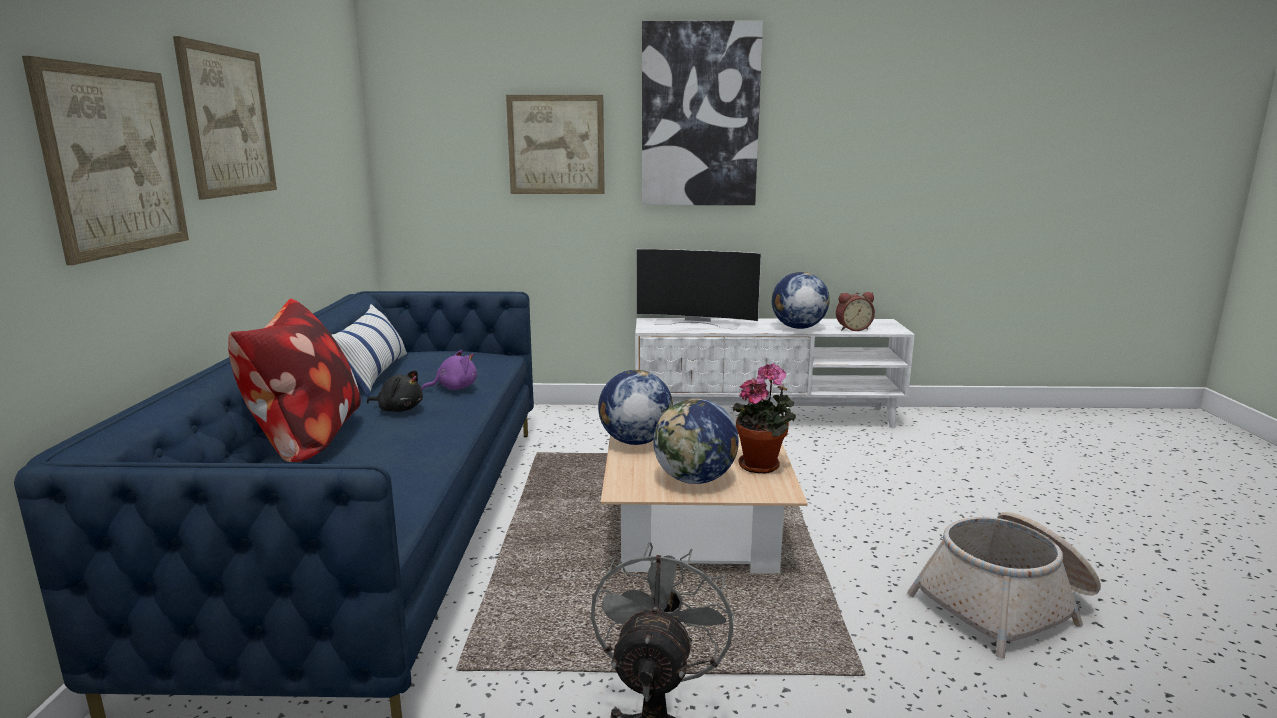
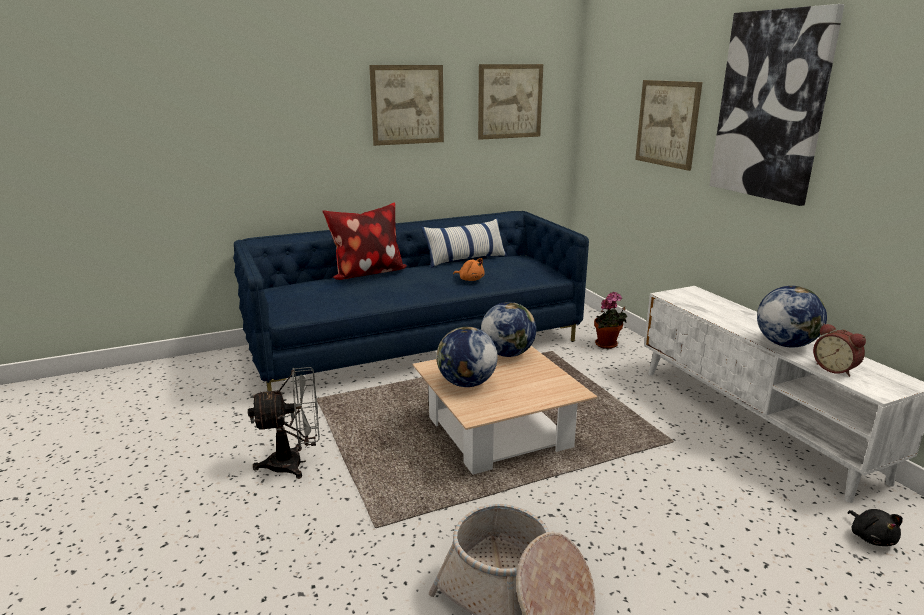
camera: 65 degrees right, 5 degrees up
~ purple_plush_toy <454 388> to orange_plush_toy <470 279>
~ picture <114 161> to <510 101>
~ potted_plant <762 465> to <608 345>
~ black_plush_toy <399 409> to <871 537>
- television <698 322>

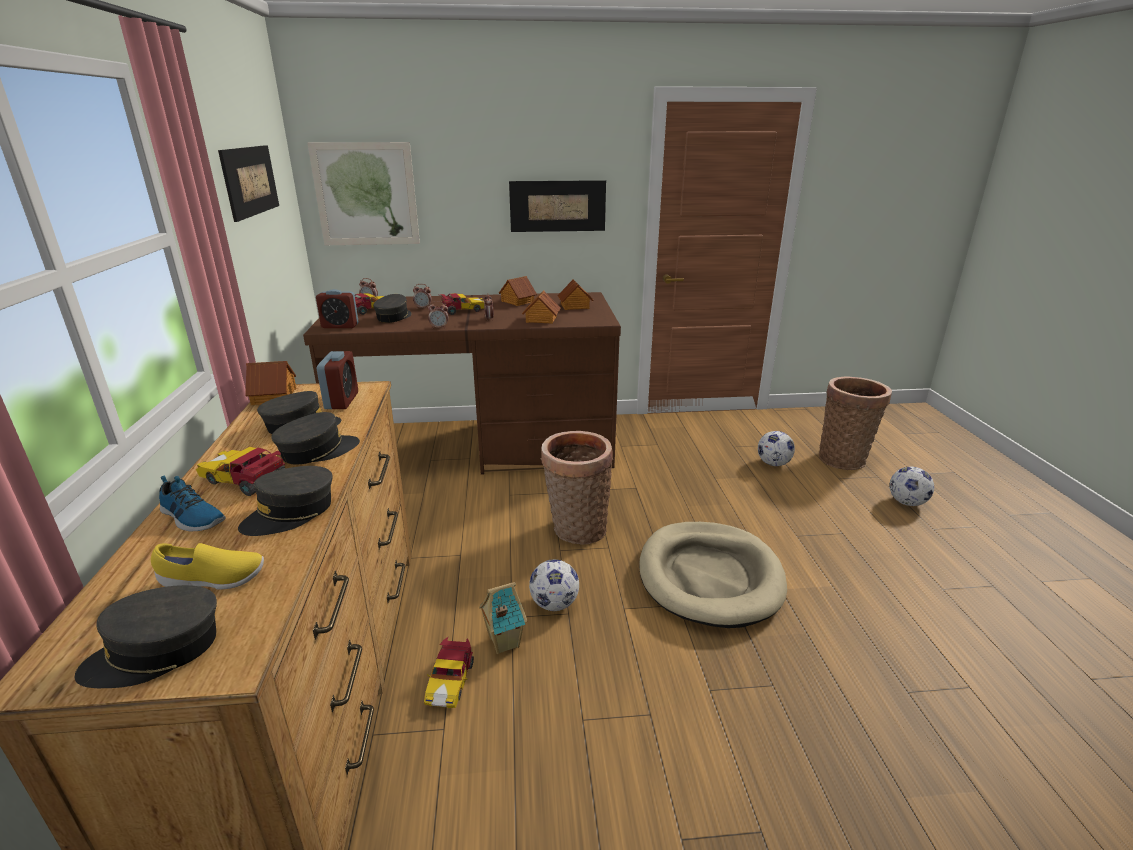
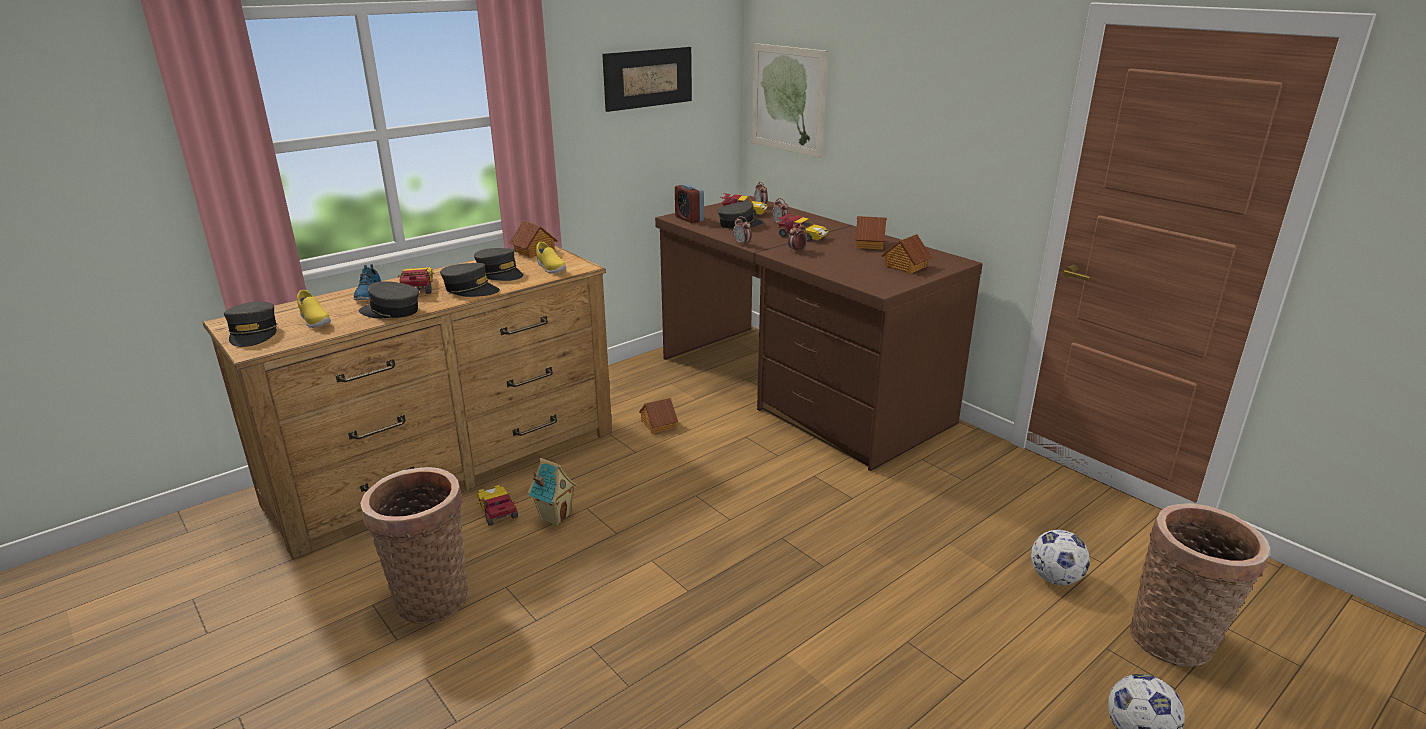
camera: 55 degrees right, 0 degrees up
~ grey_cap <156 651> = <253 333> 135 degrees counterclockwise
~ basket <576 529> to <430 596>
~ toy_car <450 681> = <497 511> 90 degrees clockwise
~ alarm_clock <342 401> to yellow_shoe <550 268>
~ toy_house <541 319> to <658 424>
- picture <557 206>
- football <554 604>
- beige_dog_bed <709 577>

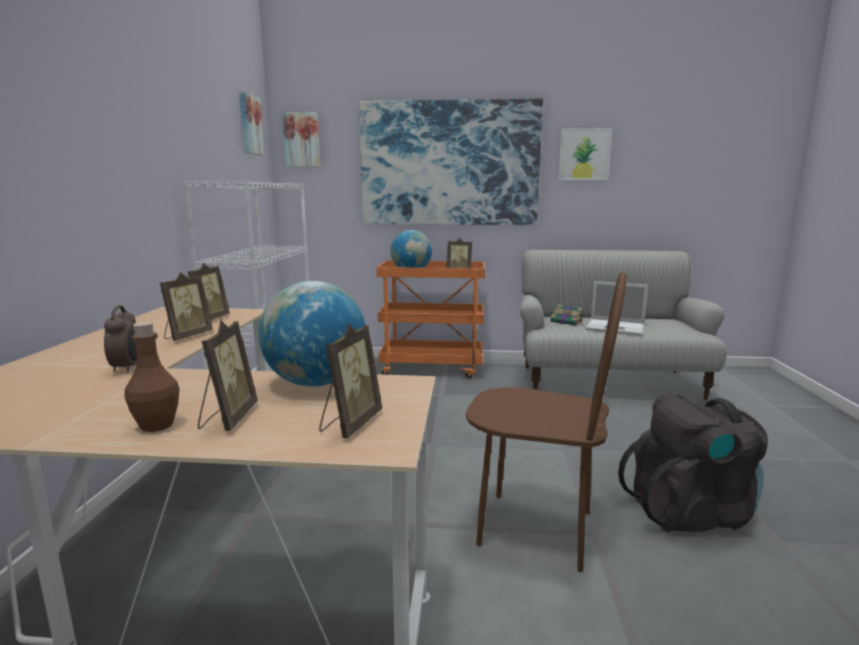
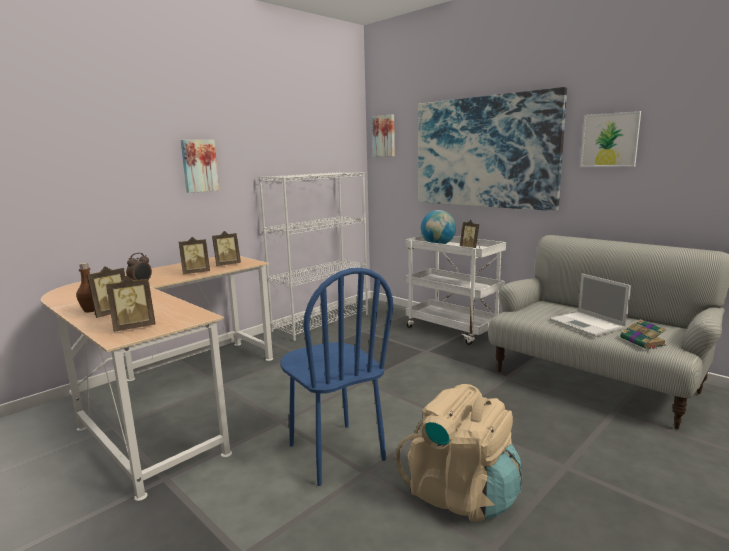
camera: 40 degrees right, 0 degrees up
~ picture <249 124> to <199 166>
~ brown_chair <535 528> to blue_chair <335 452>
~ black_backpack <690 511> to beige_backpack <461 494>
~ orange_cart <433 368> to white_cart <453 330>
~ book <567 322> to <643 342>
- globe <316 383>

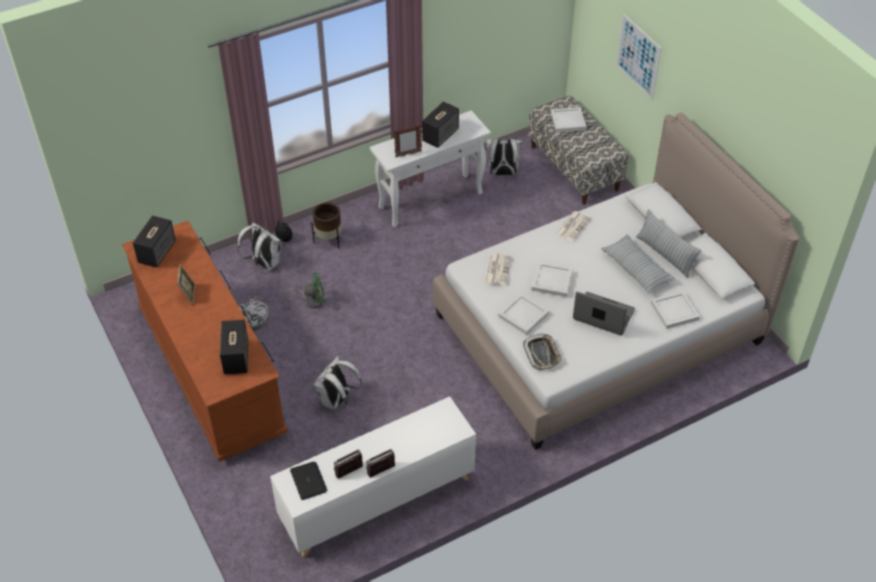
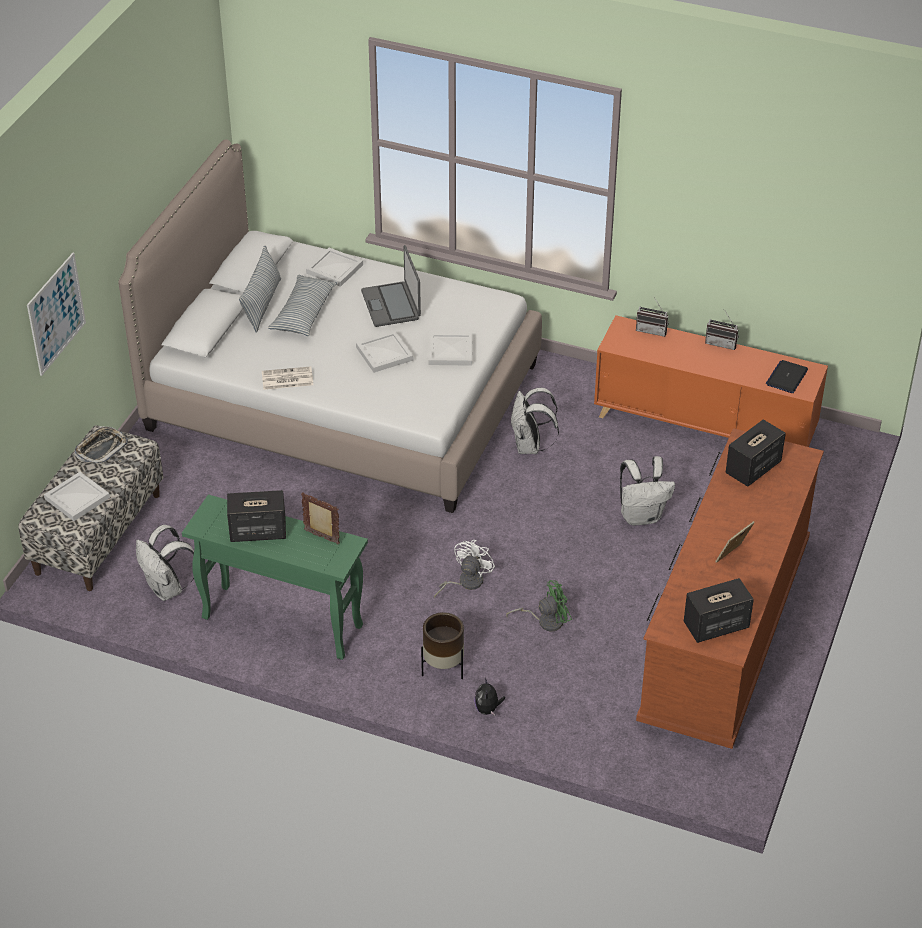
camera: 130 degrees left, 5 degrees down
~ tray <542 354> to <101 448>
~ white_console_table <431 200> to green_console_table <280 622>
~ white_fan <255 321> to <465 582>
~ green_fan <311 300> = <545 621> 120 degrees clockwise
~ white_backpack <264 263> to <530 446>
~ white_cabinet <377 500> to orange_cabinet <705 426>
~ radio <350 473> to <652 330>
- newspaper <497 269>

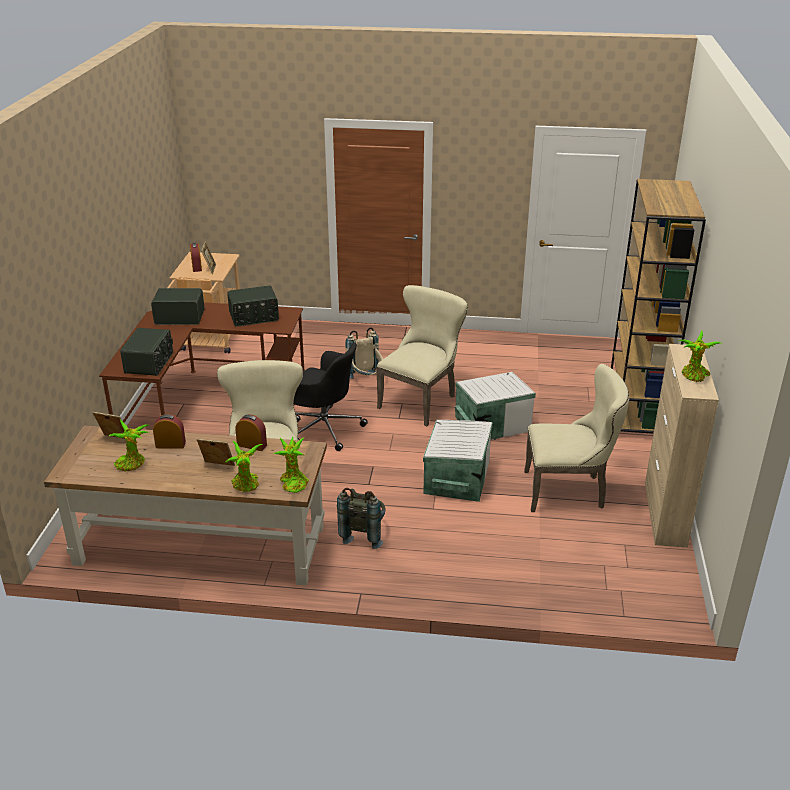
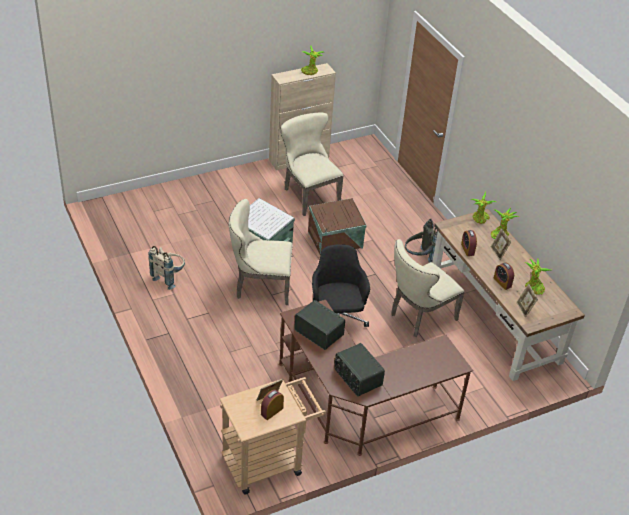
camera: 125 degrees left, 10 degrees up
~ beige_backpack <366 381> to <169 277>
~ white_storage_box <455 478> to brown_storage_box <336 240>
- radio <150 363>
- brown_bookcase <636 413>

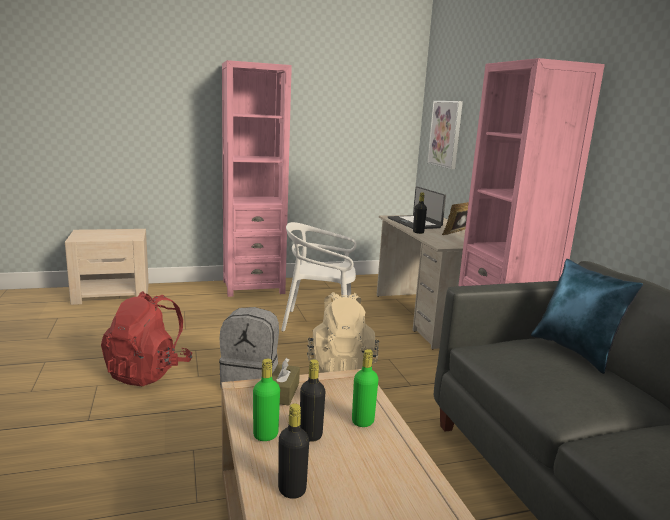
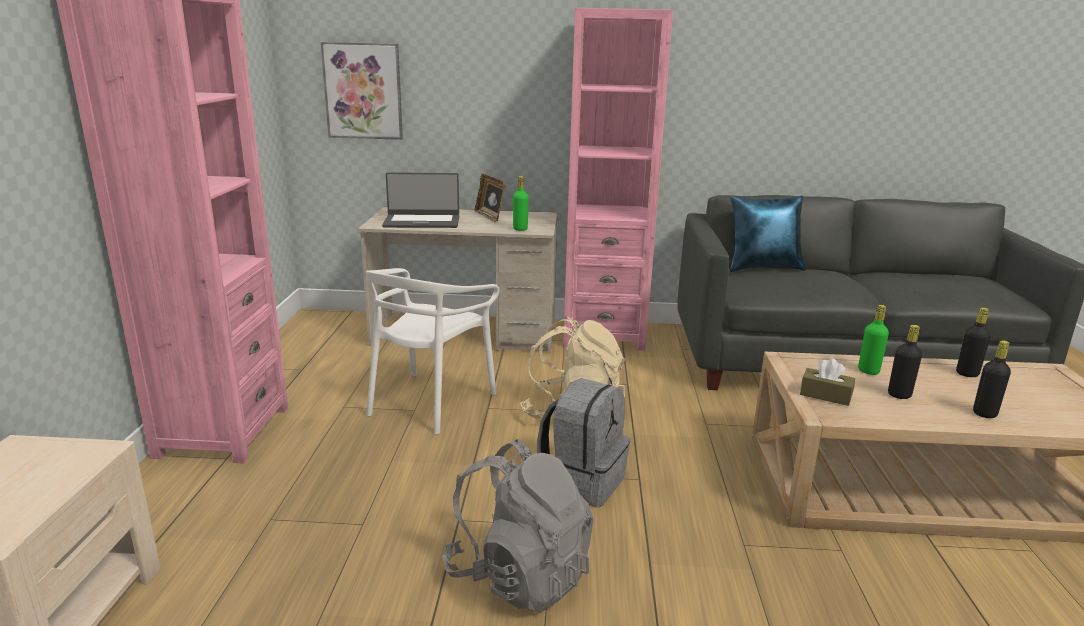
camera: 70 degrees left, 5 degrees up
~ red_backpack <148 372> to grey_backpack <519 575>
~ green_bottle <265 435> to <520 229>
~ black_bottle <418 232> to <967 374>

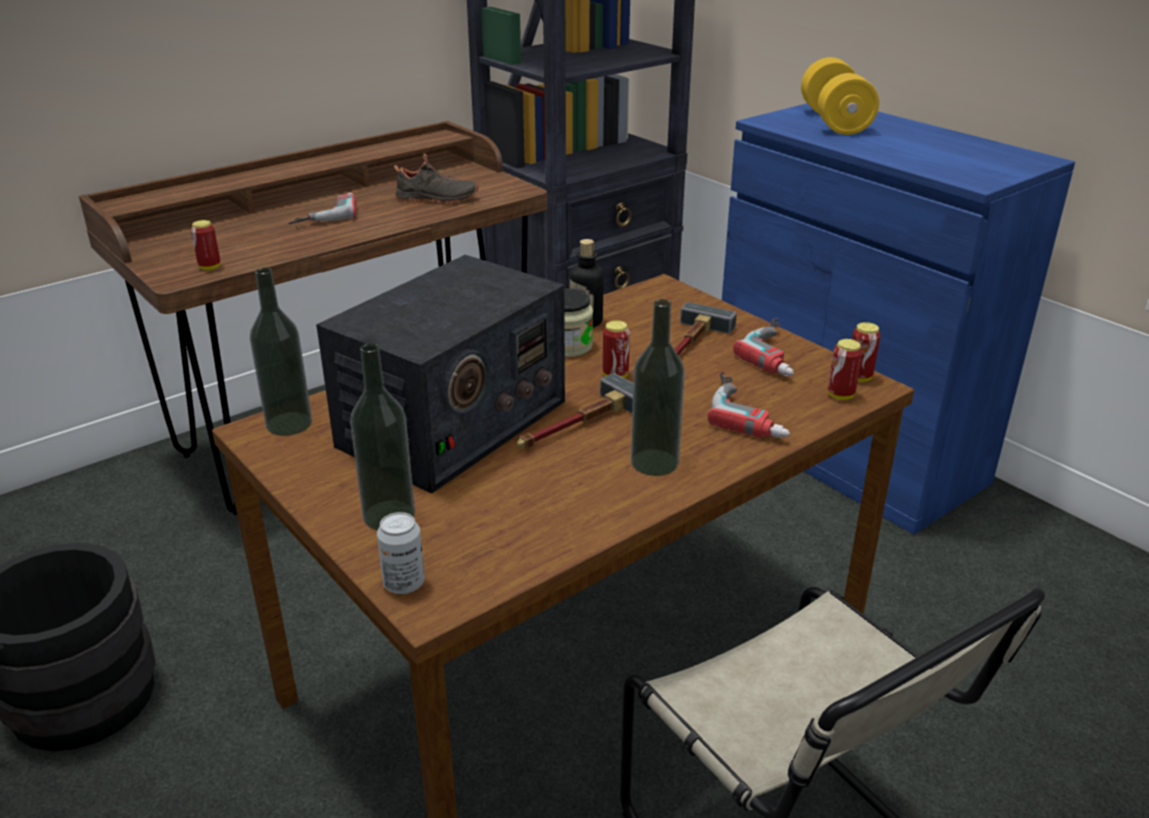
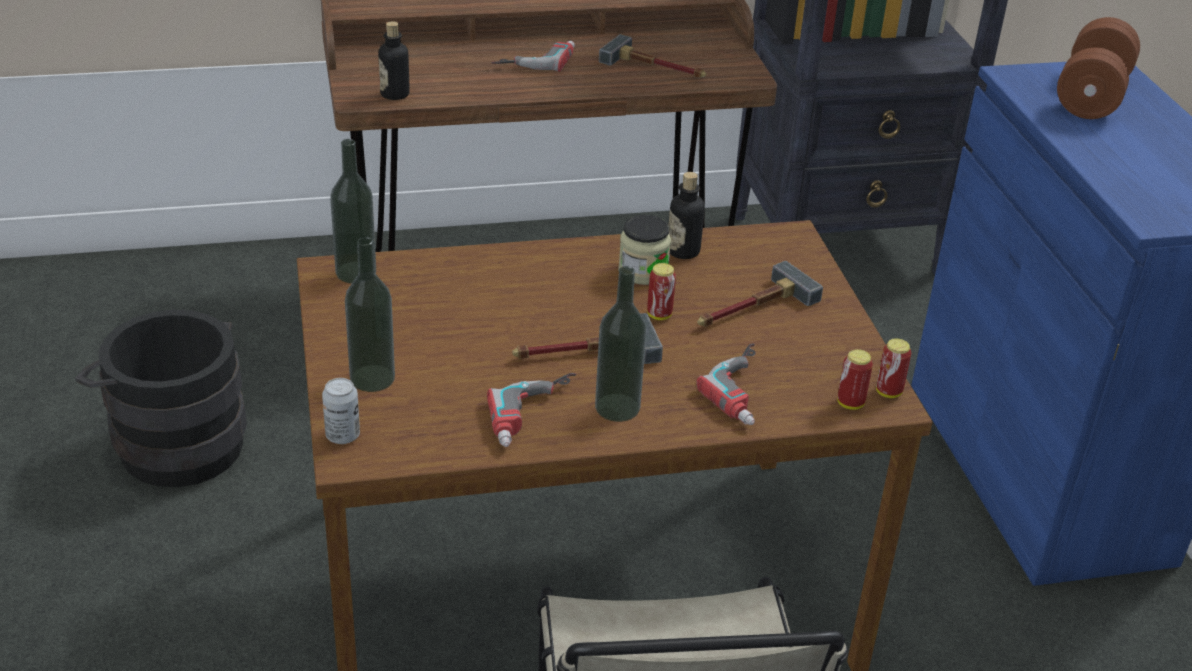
camera: 25 degrees right, 5 degrees up
~ can <210 267> to bottle <395 94>
~ power_drill <780 353> to <537 416>
~ black_shoe <436 199> to hammer <656 68>
~ yellow_dumbbell <835 121> to brown_dumbbell <1091 96>
- radio <452 424>

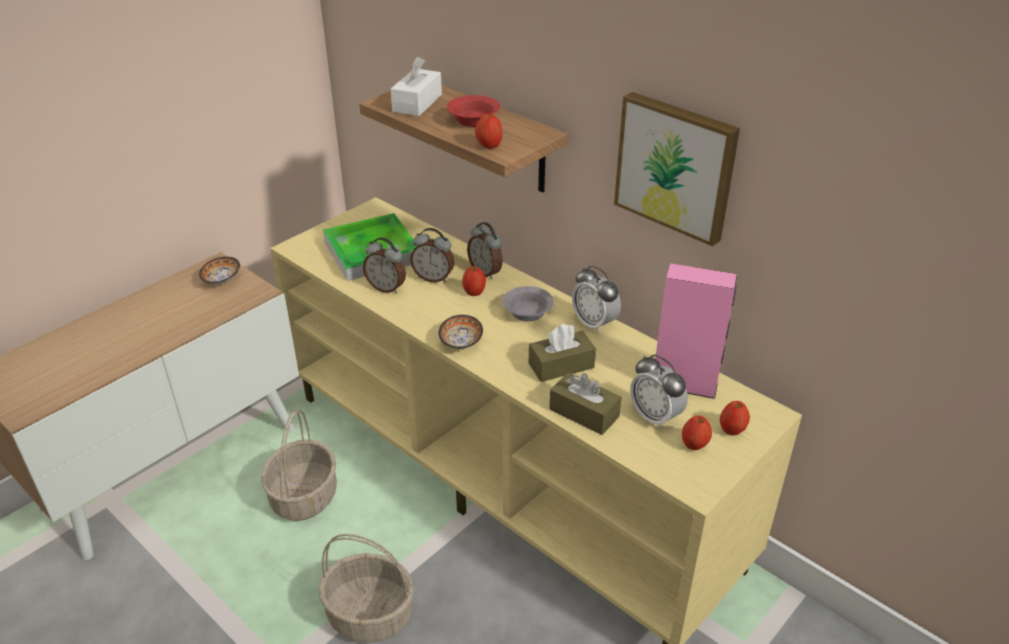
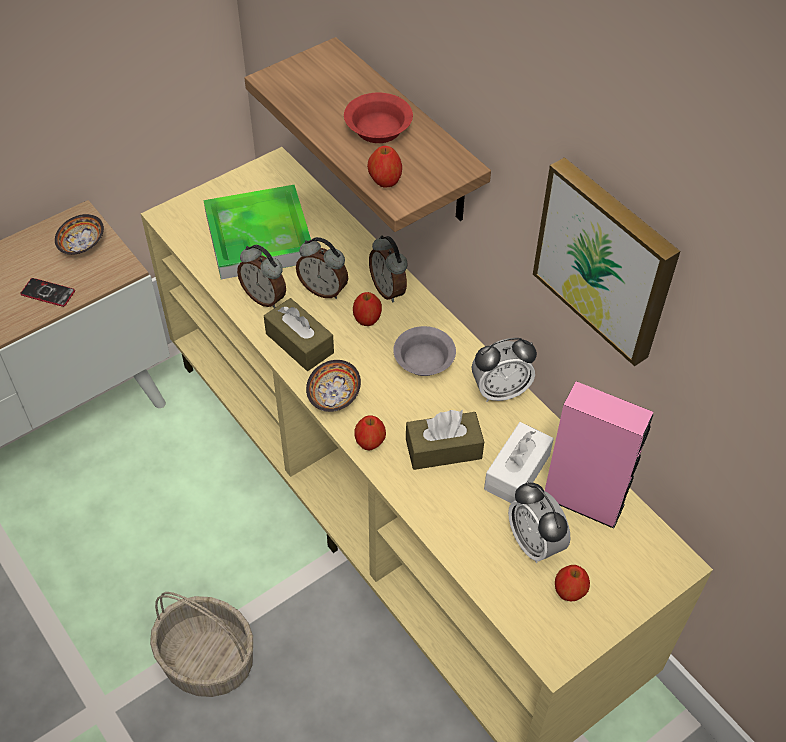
camera: 10 degrees right, 15 degrees up
+ phone <48 293>
~ brown_tissue_box <584 413> to <299 343>
~ apple <732 430> to <370 443>
~ alarm_clock <594 323> = <500 390> 75 degrees counterclockwise
~ white_tissue_box <417 103> to <517 472>
- basket <303 496>

